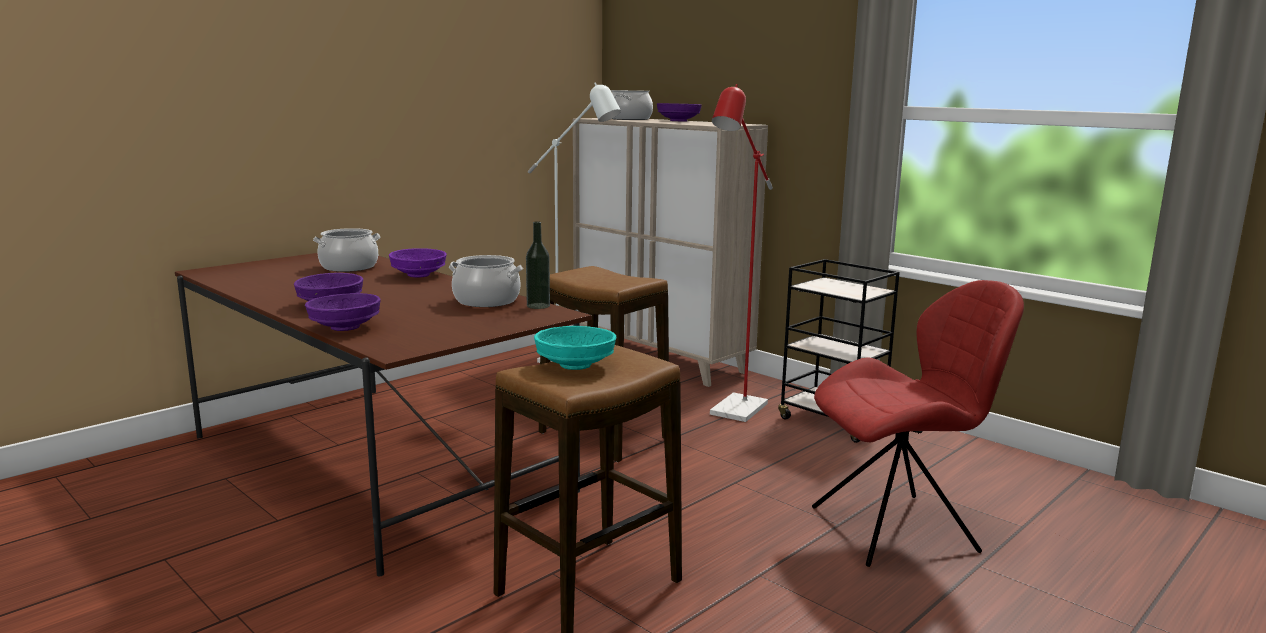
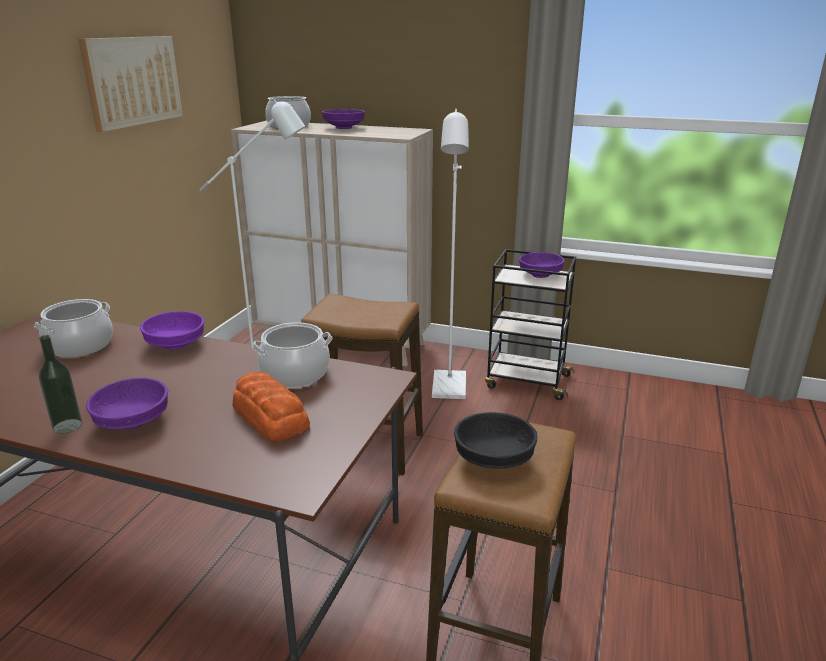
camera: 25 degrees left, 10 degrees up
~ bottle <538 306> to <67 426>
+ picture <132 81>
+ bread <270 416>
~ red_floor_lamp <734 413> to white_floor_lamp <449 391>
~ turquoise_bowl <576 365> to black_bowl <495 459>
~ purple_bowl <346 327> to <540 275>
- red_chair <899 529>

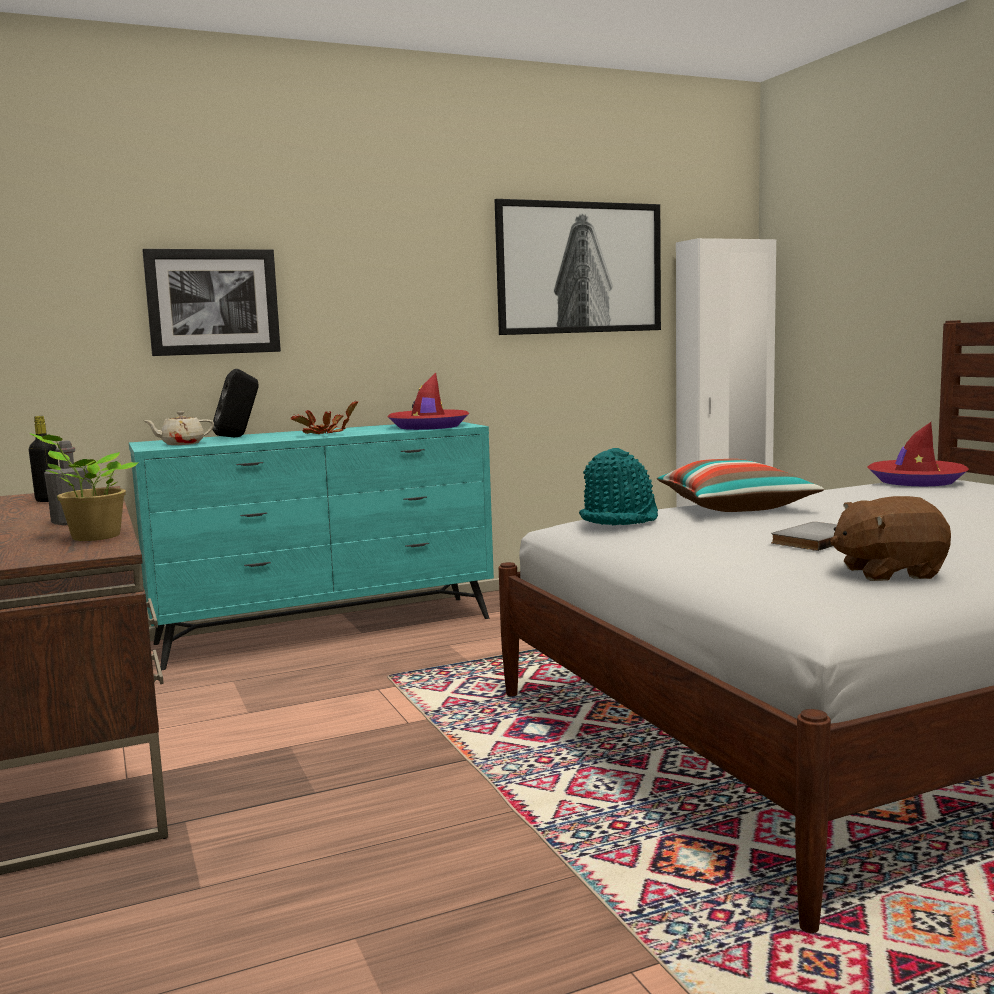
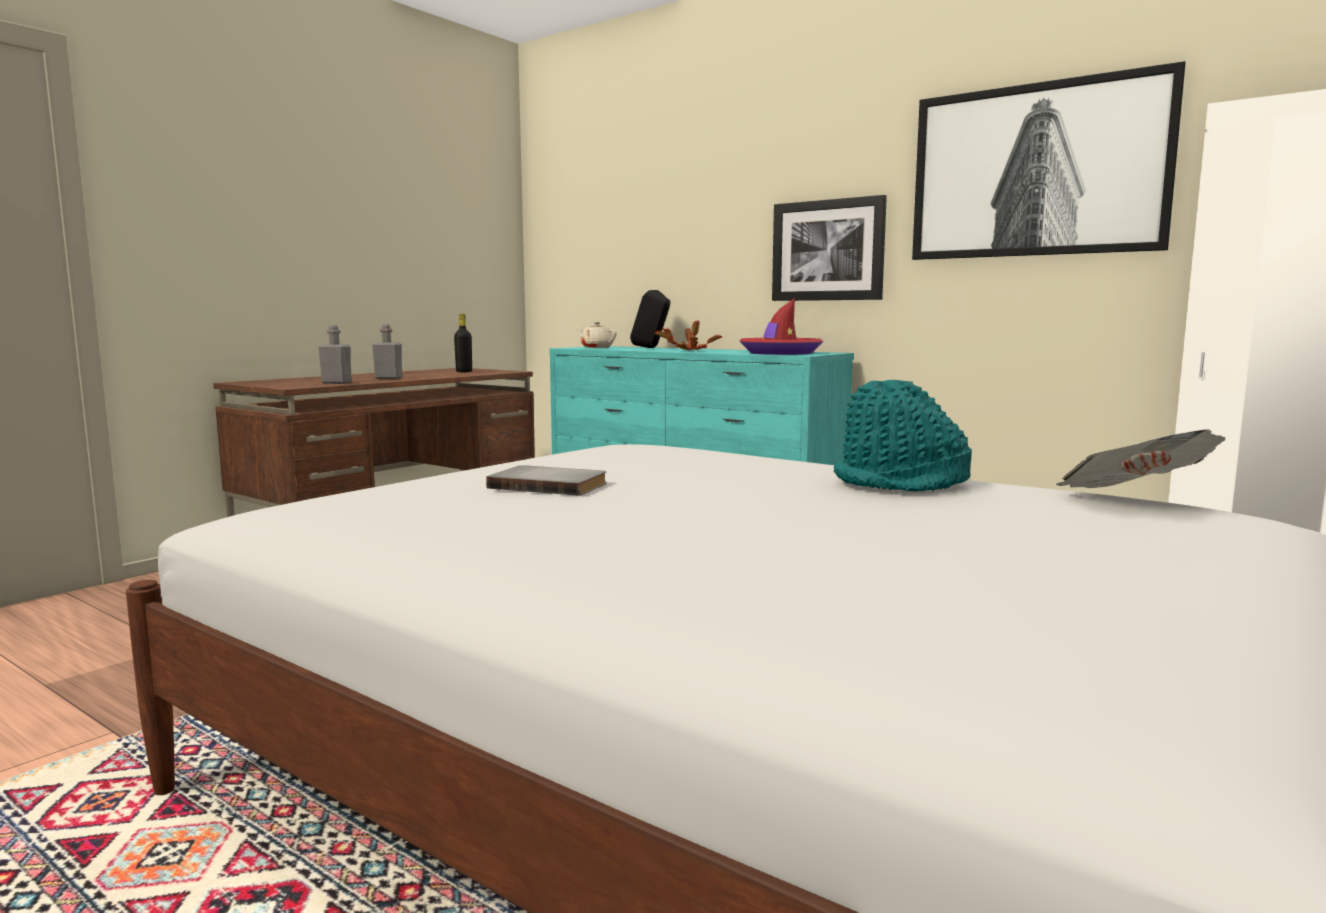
camera: 60 degrees right, 0 degrees up
~ potted_plant <92 537> to grey_bottle <336 383>
~ picture <213 302> to <828 250>
~ turquoise_hat <619 519> to <901 483>
~ red_hat <916 481> to newspaper <1132 501>
- pillow <734 507>
- brown_plush_toy <888 572>

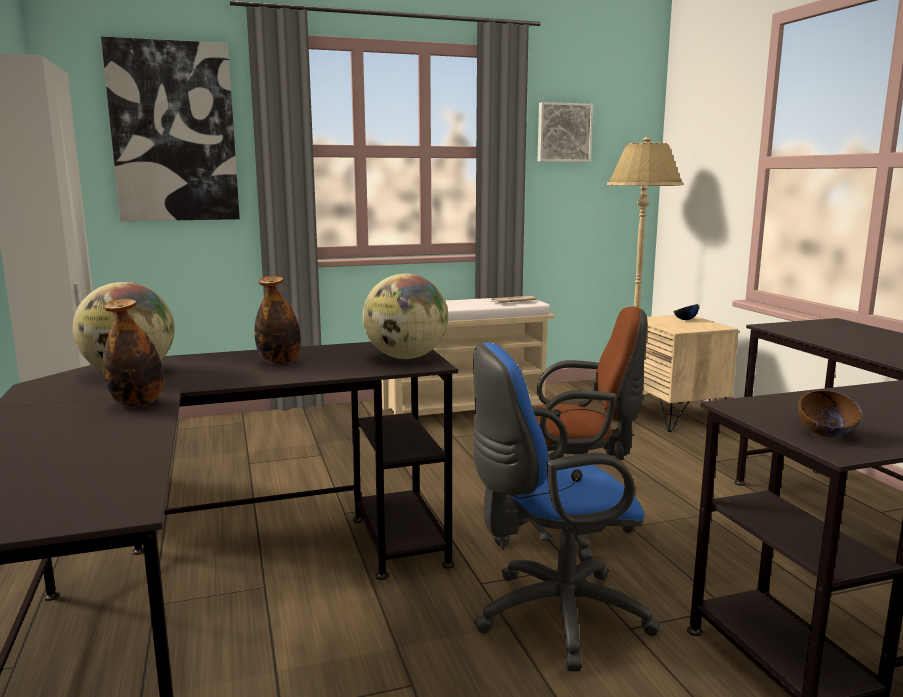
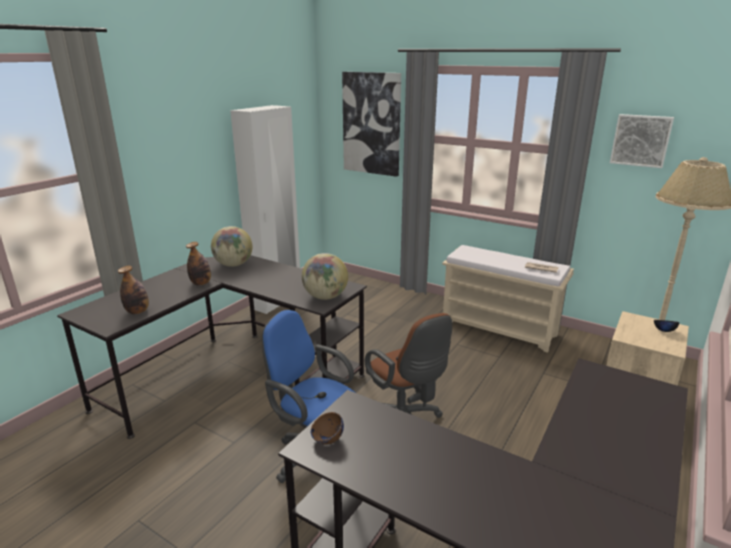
camera: 50 degrees right, 10 degrees up
~ bottle <279 362> to <137 312>

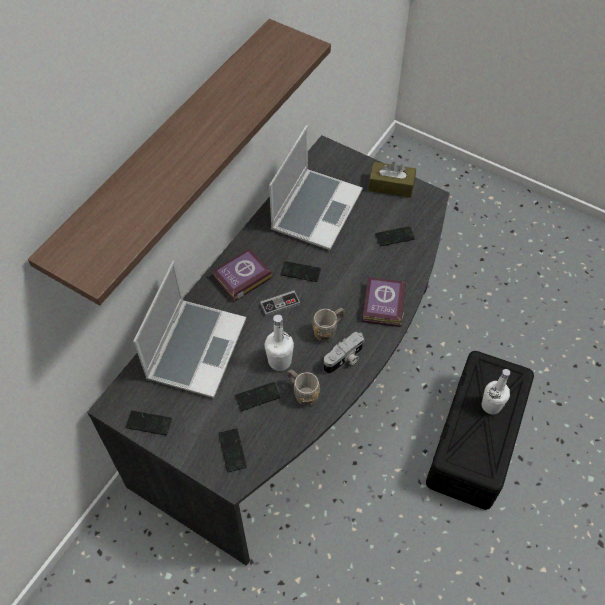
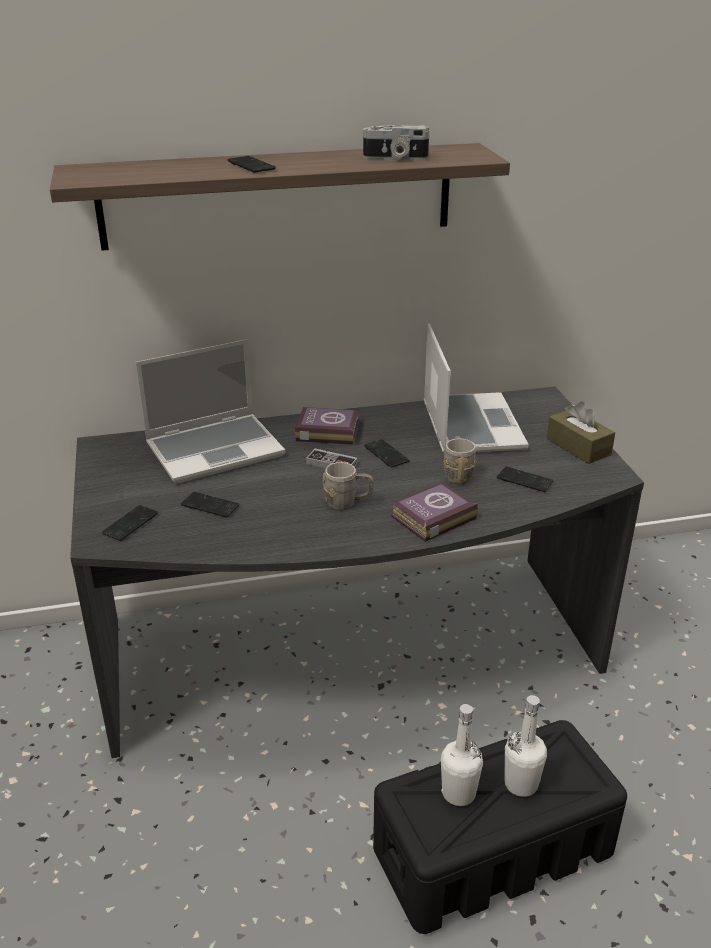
camera: 45 degrees right, 25 degrees down
~ phone <149 423> to <251 166>
~ photo_camera <344 359> to <395 158>
~ laptop <316 209> = <470 425> 75 degrees counterclockwise
~ white_bottle <279 361> to <458 793>
~ grey_mug <302 393> to <457 474>

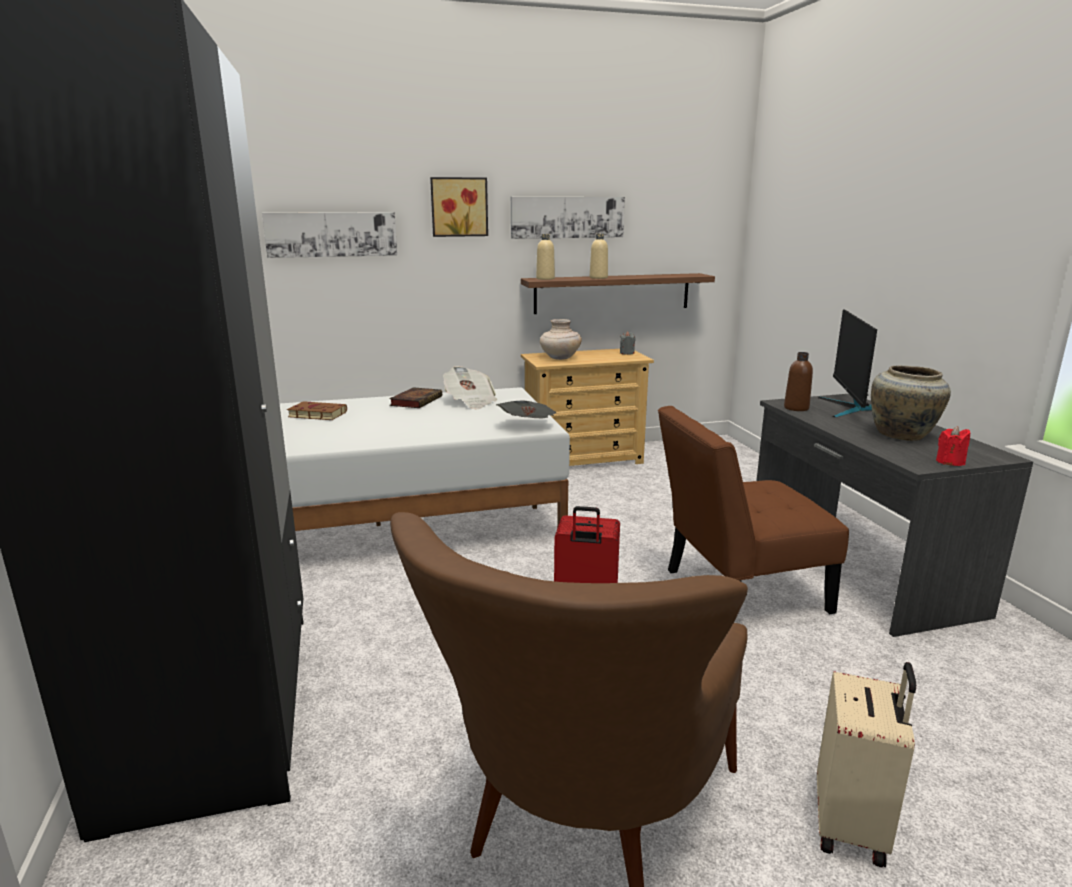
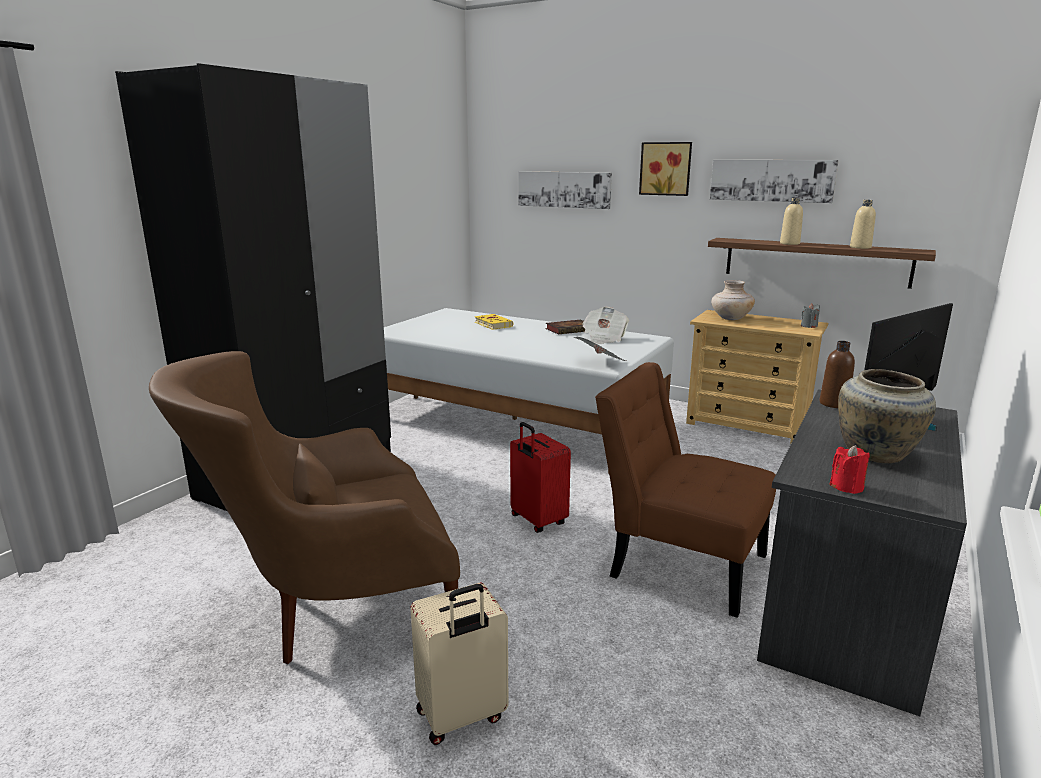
camera: 45 degrees right, 0 degrees up
~ brown_book <316 414> to yellow_book <492 324>
~ beige_bottle <545 278> to <860 247>

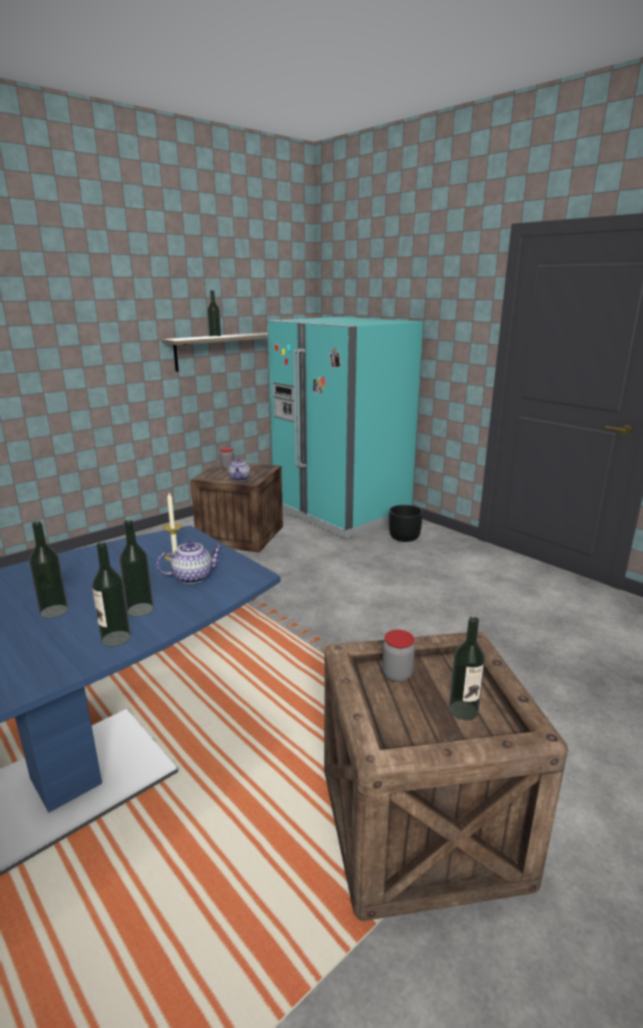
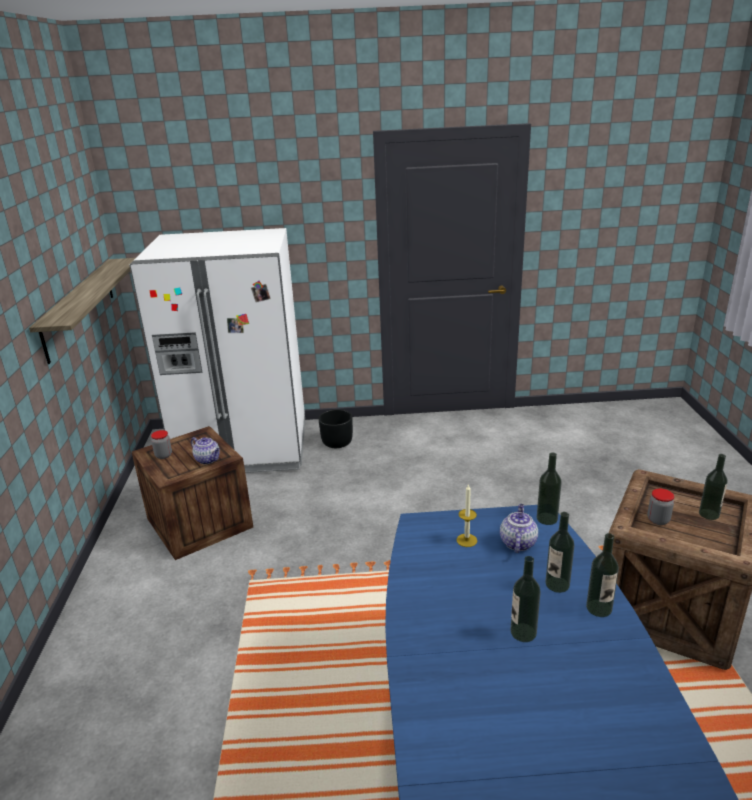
camera: 50 degrees left, 5 degrees up
~ turquoise_fridge <341 512> to white_fridge <244 448>
~ bottle <215 336> to <547 518>

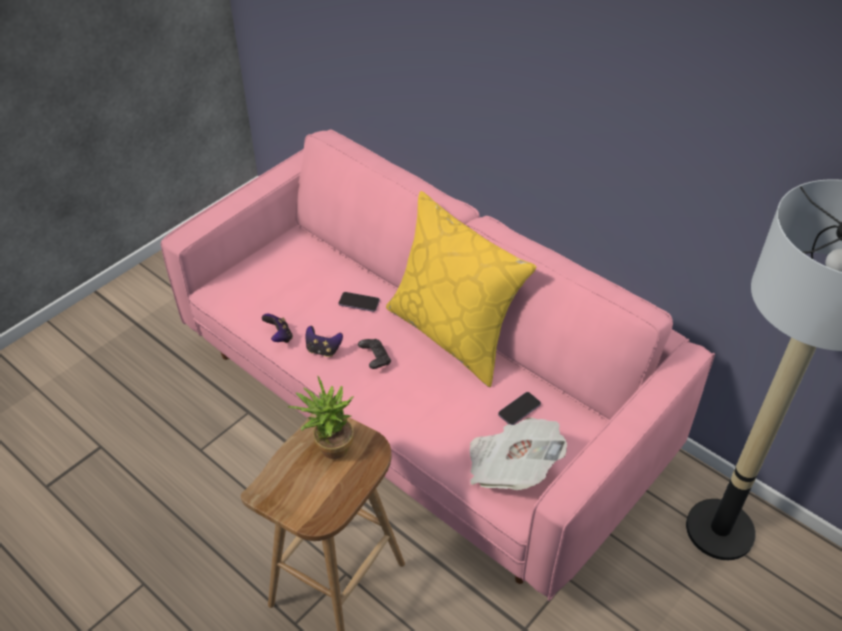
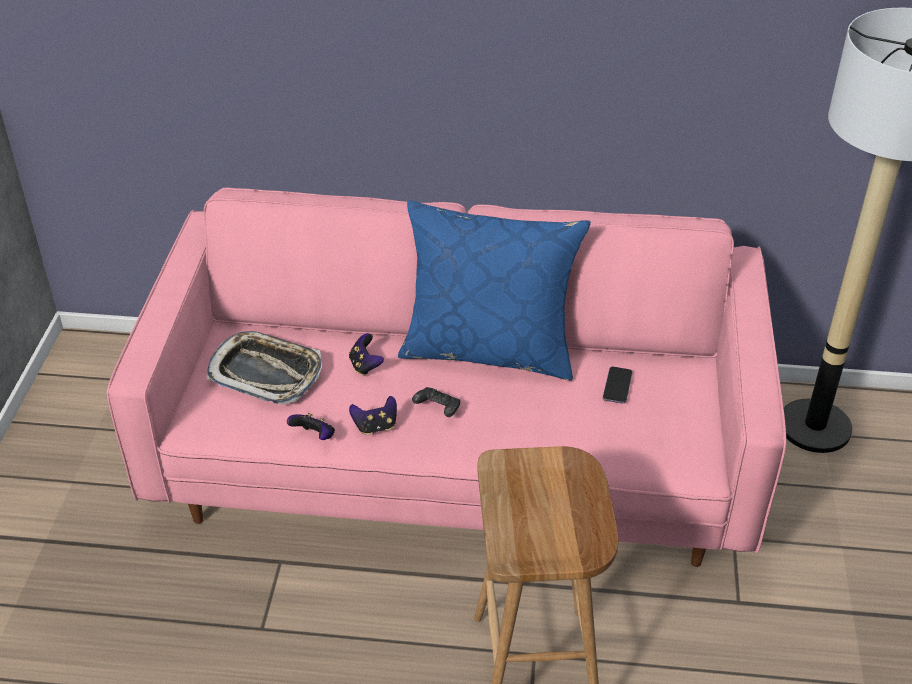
camera: 35 degrees left, 5 degrees down
+ tray <266 373>
~ phone <359 303> to game_controller <365 366>
~ yellow_pillow <453 334> to blue_pillow <489 350>
- potted_plant <328 448>
- newspaper <511 467>

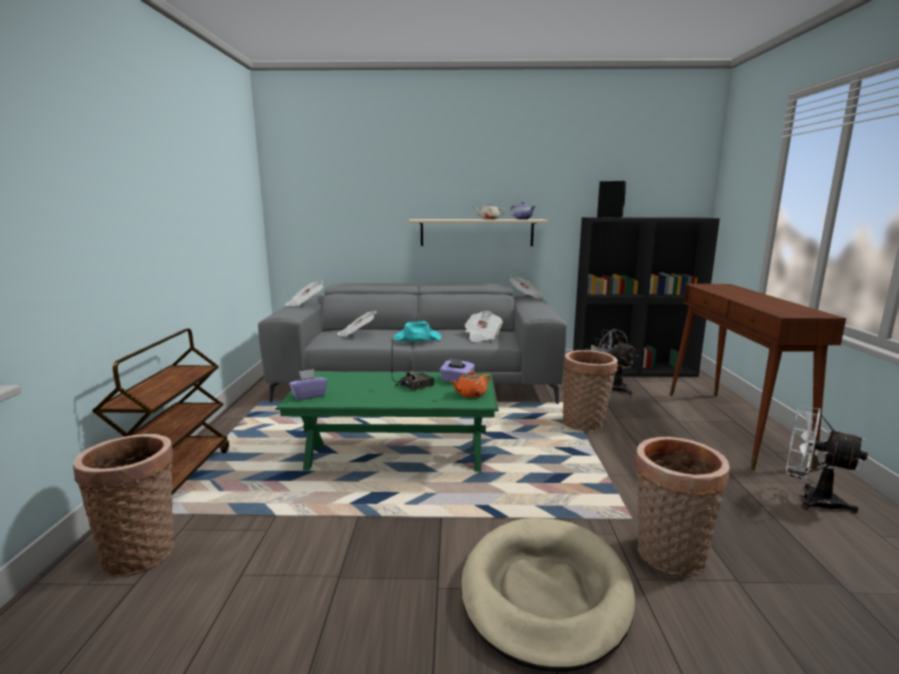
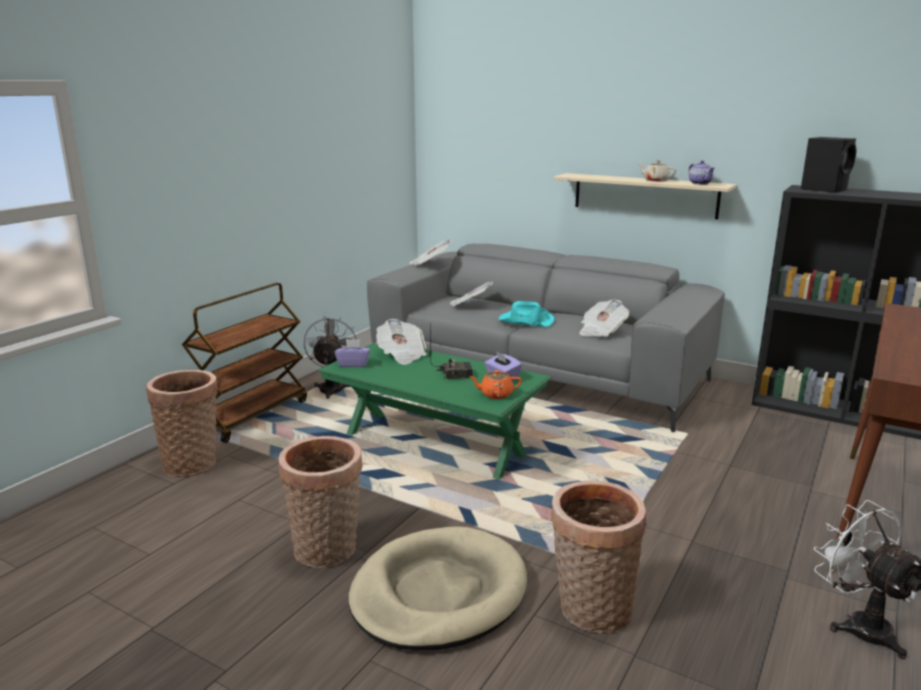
camera: 30 degrees right, 5 degrees up
~ basket <585 424> to <327 551>
~ grey_fan <612 387> to <332 388>
~ newspaper <526 296> to <401 355>

